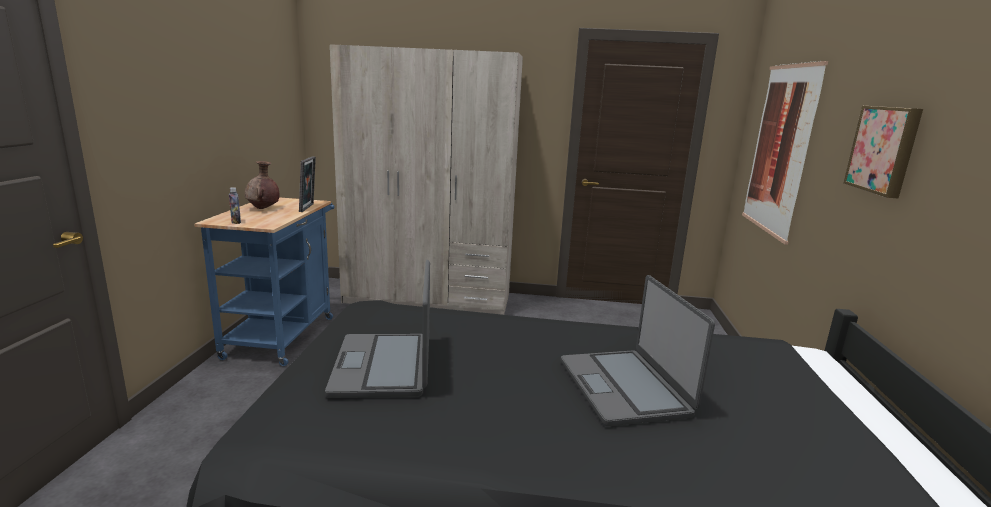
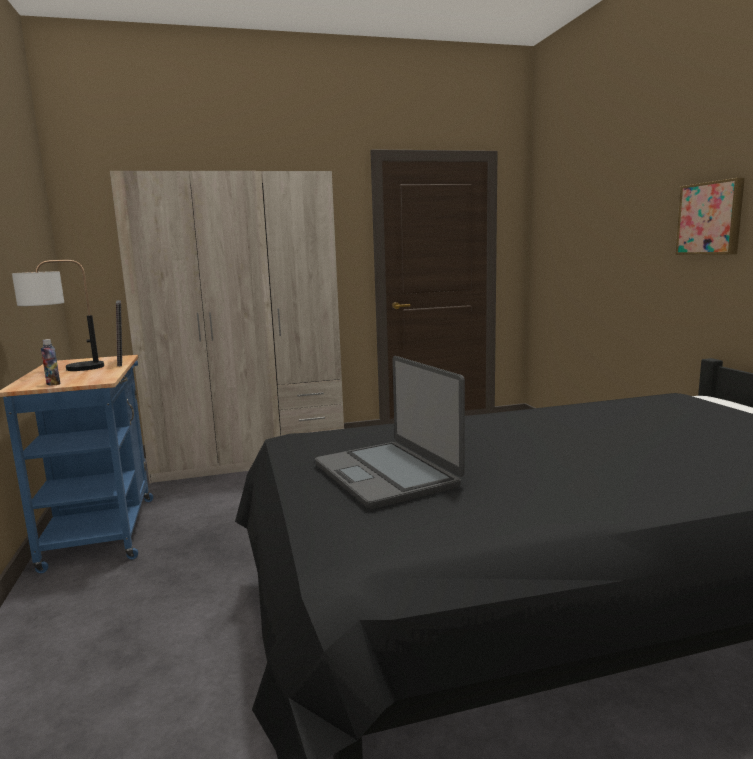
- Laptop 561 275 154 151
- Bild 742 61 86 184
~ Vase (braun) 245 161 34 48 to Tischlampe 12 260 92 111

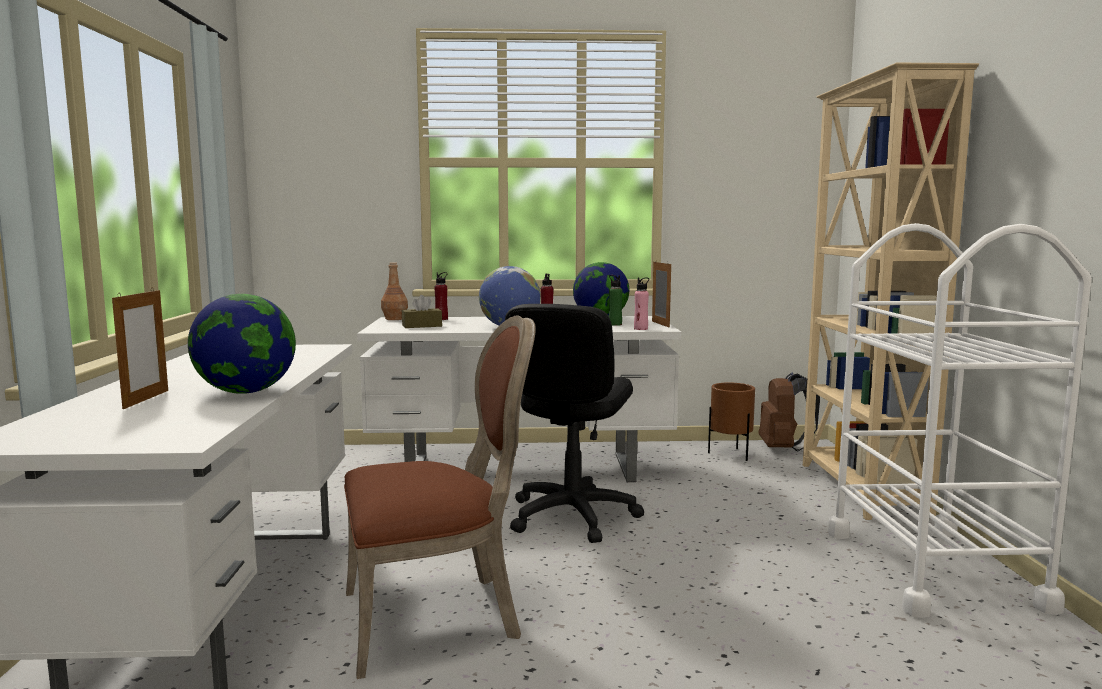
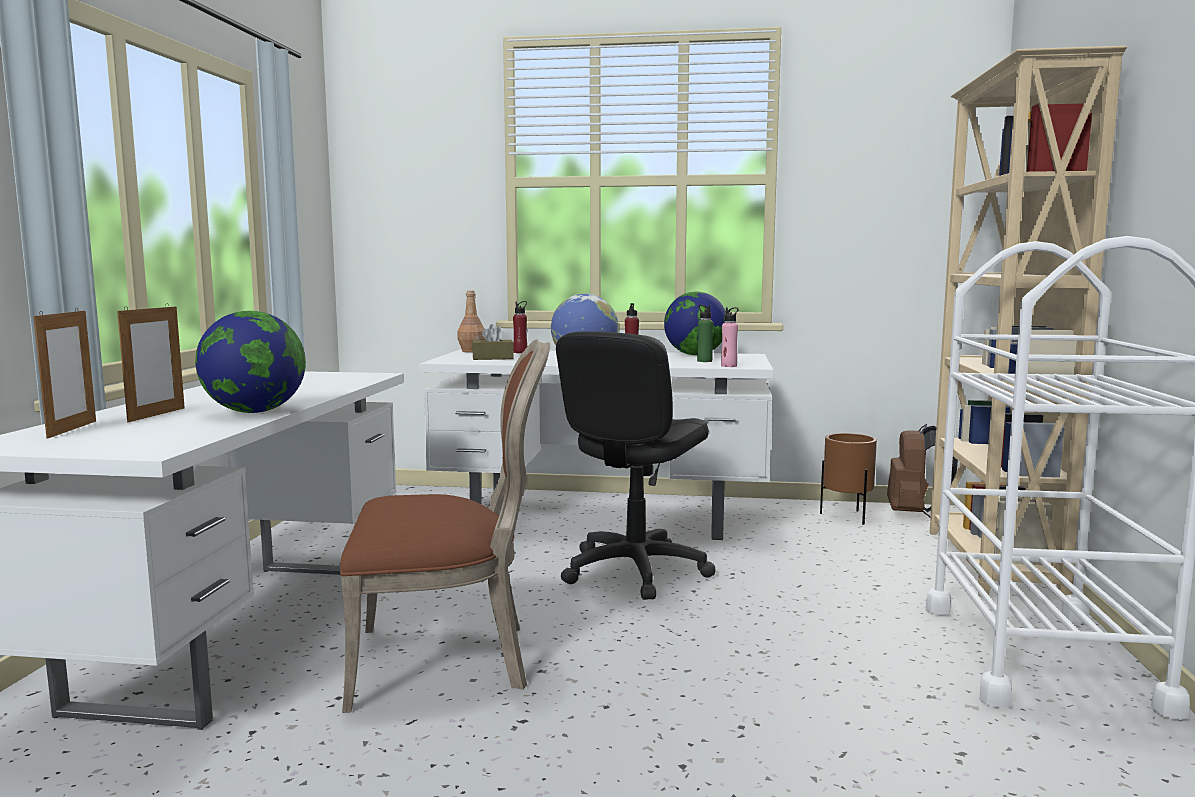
~ Bilderrahmen 652 260 19 68 to 33 307 63 132

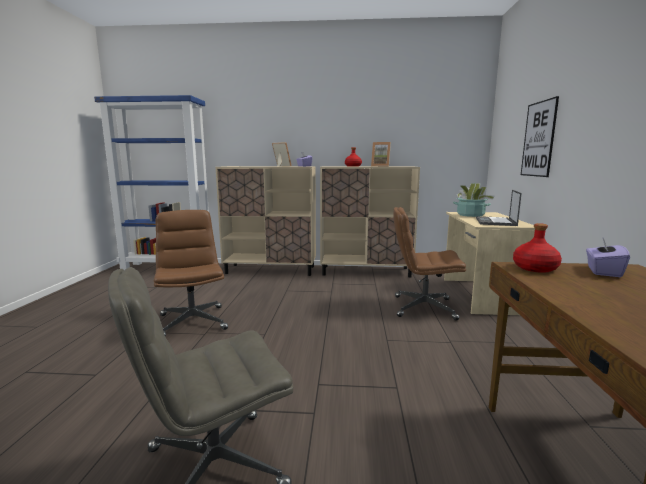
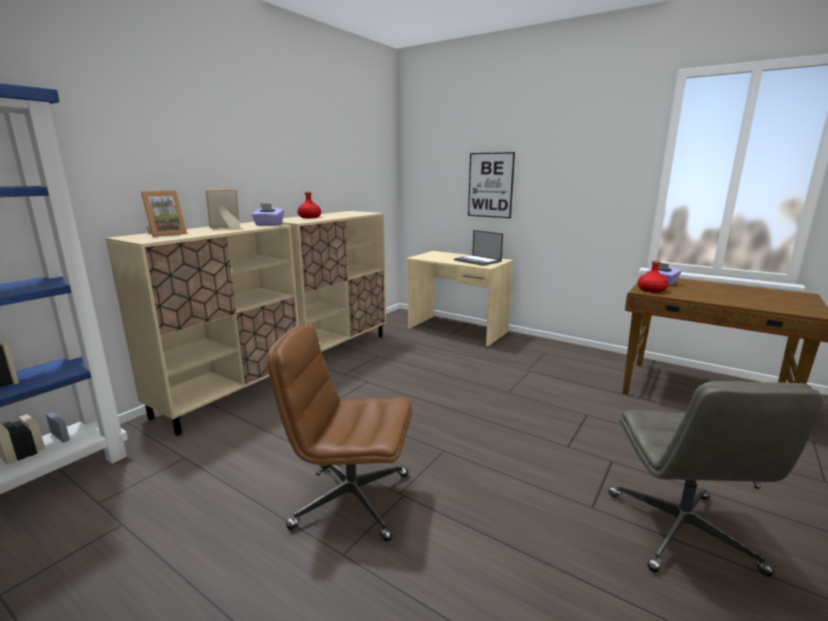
- Bürostuhl (braun) 393 207 73 114
- Topfpflanze 453 183 42 34
~ Bilderrahmen 371 142 20 25 to 141 191 46 46

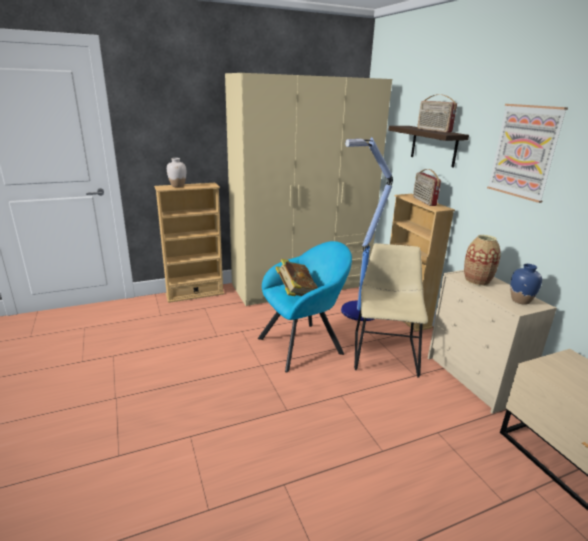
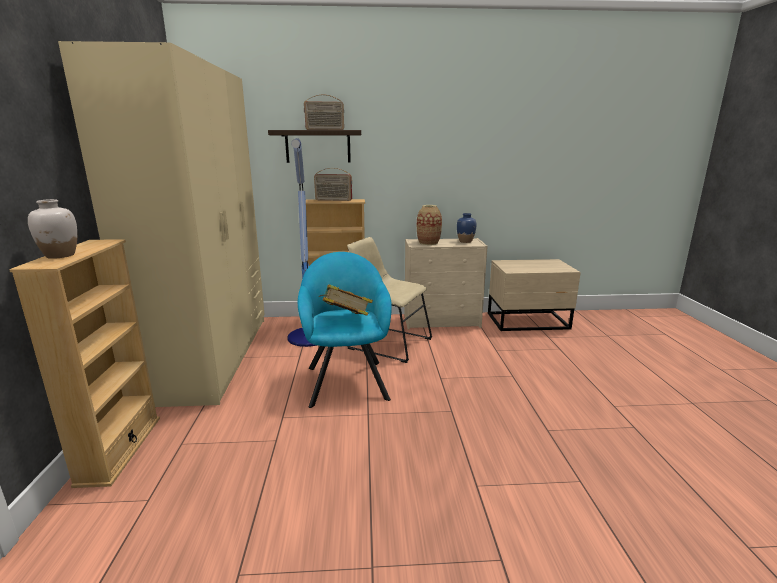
- Bild 487 104 81 99

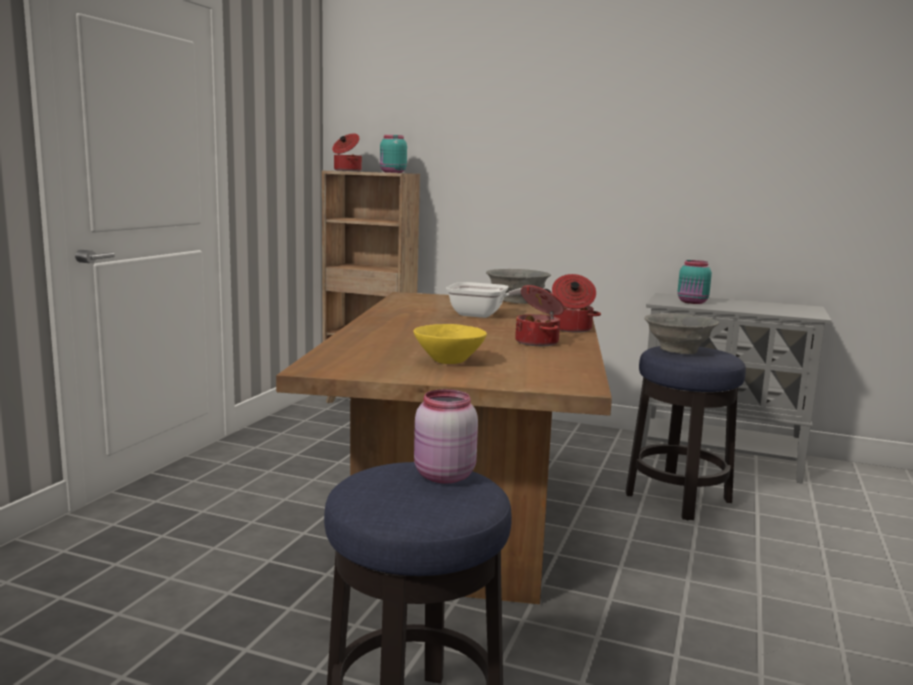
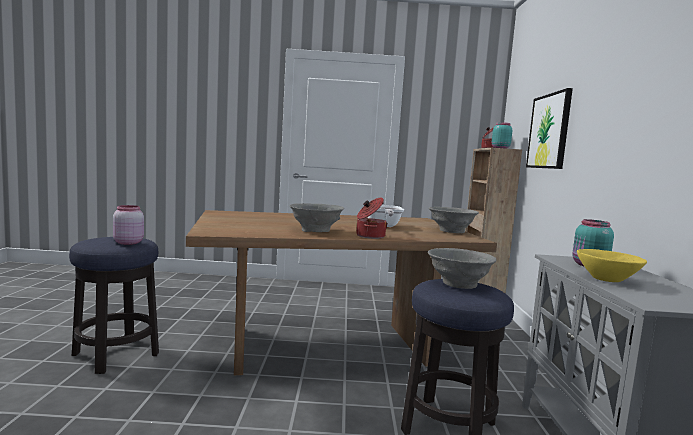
+ Bild 526 88 47 81
~ Schüssel (gelb) 414 324 73 40 to 577 249 70 33
~ Kochtopf 515 285 49 61 to Schüssel (grau) 289 203 55 29

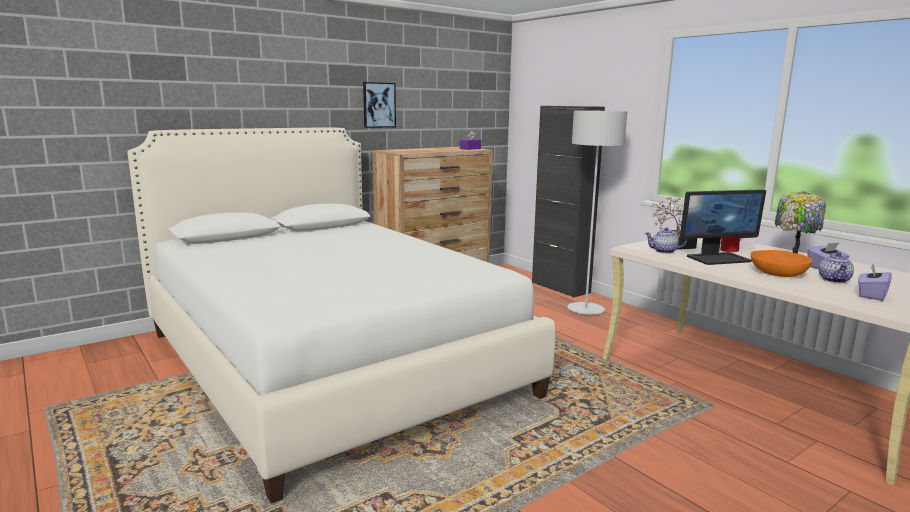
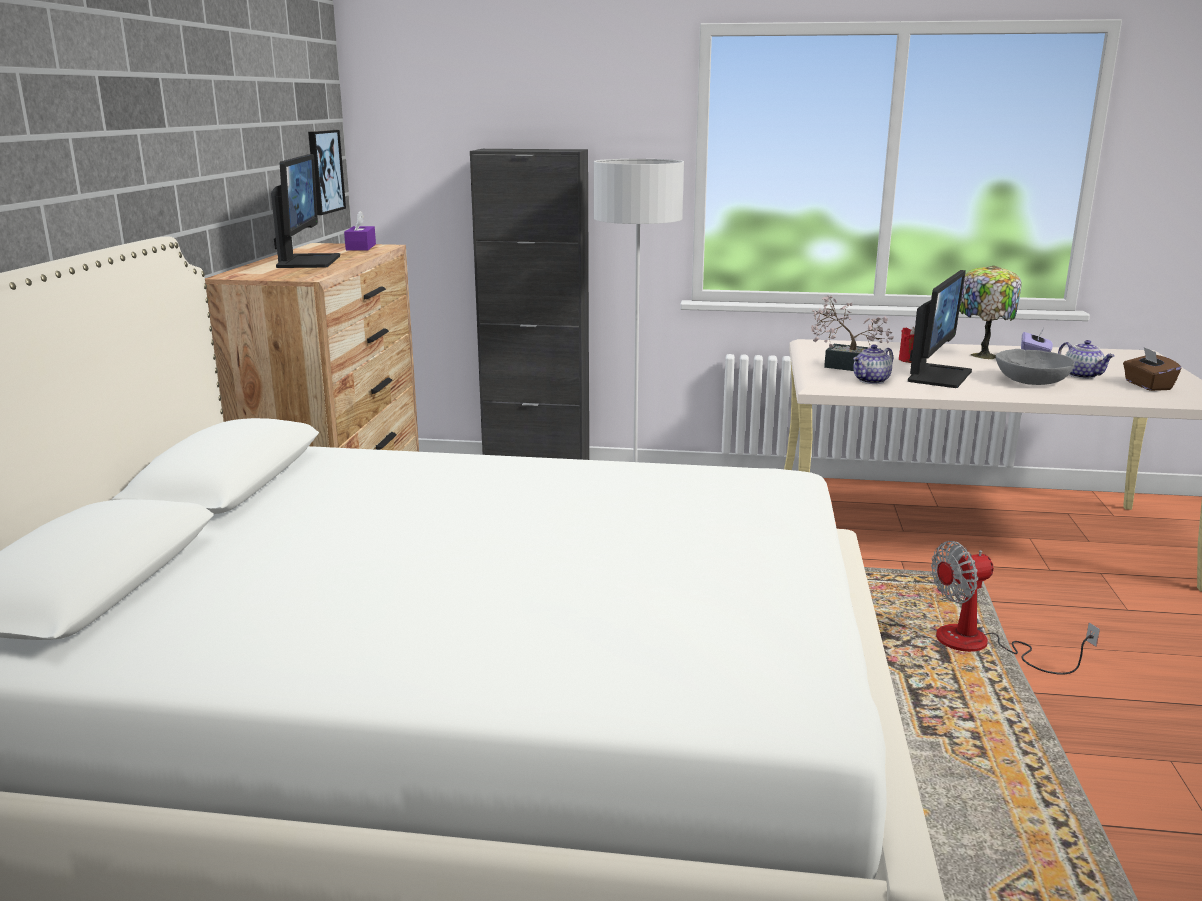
+ Monitor 271 154 69 114
+ Ventilator 931 541 169 134
~ Bild 363 82 33 46 to 308 130 38 85
~ Schüssel (orange) 750 250 62 27 to Schüssel (grau) 996 349 79 36
~ Taschentuchbox (lila) 858 263 34 38 to Taschentuchbox (braun) 1123 347 58 44

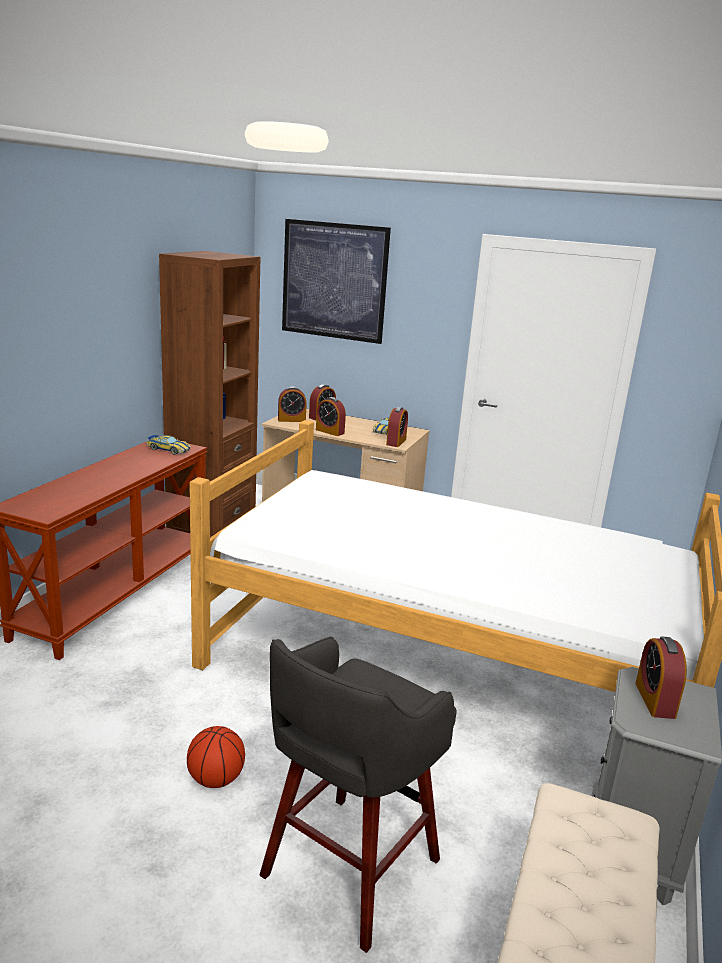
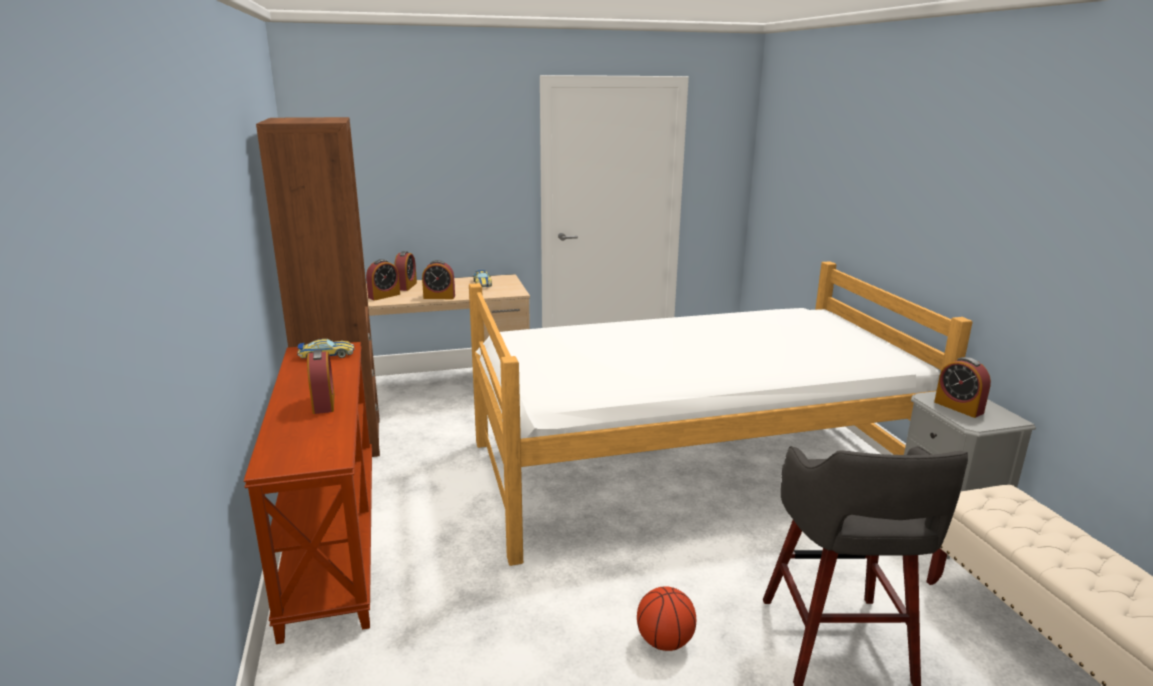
- Bild 282 219 109 125
~ Wecker 386 407 22 40 to 307 349 28 65

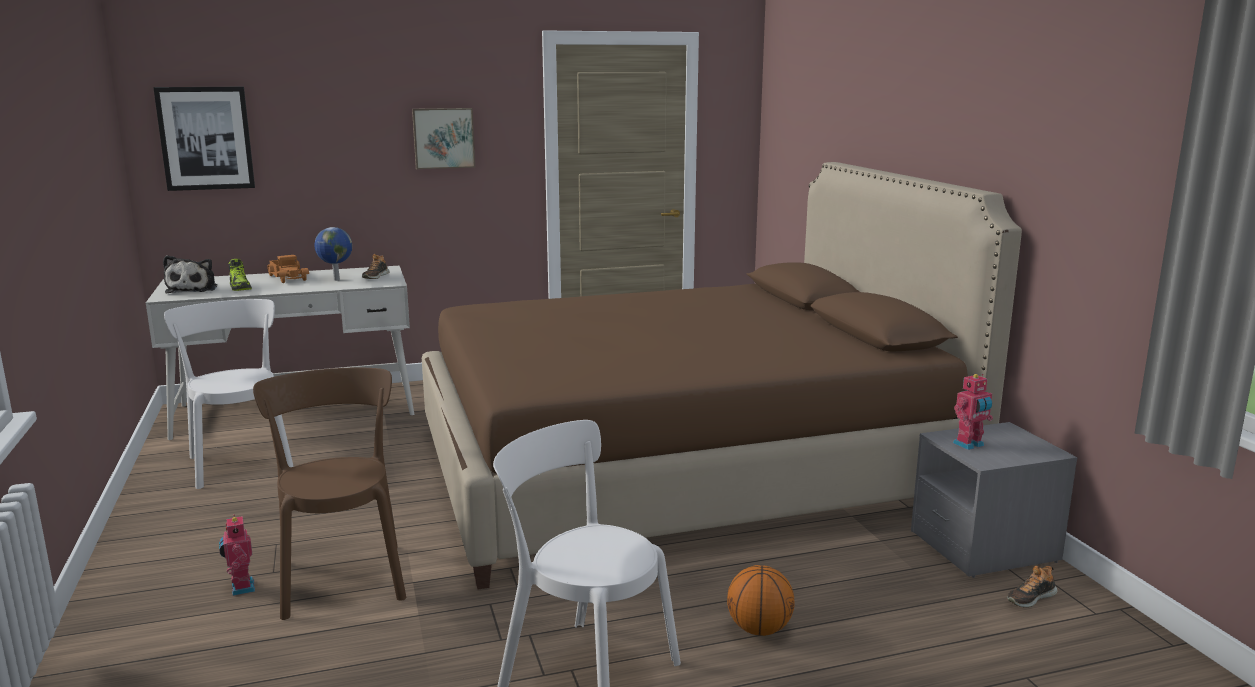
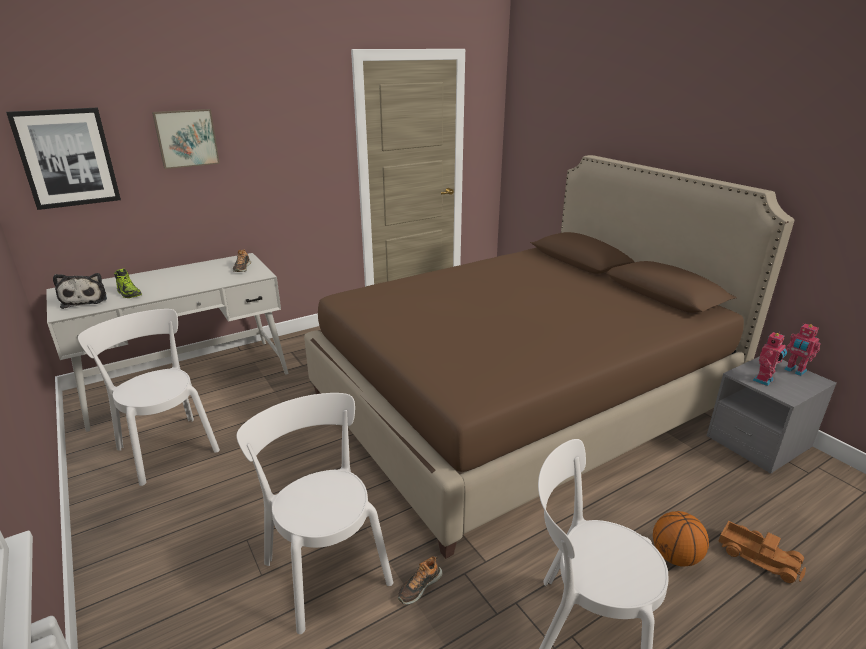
- Globus 315 227 37 54
~ Spielzeugroboter 219 514 36 82 to 784 323 37 53
~ Spielzeuglaster 267 255 42 28 to 718 521 88 62
~ Bild 412 108 63 61 to 152 109 68 60
~ Schuh 1007 566 51 41 to 398 556 45 48
~ Stuhl (braun) 253 368 153 252 to Stuhl (weiß) 236 393 157 241

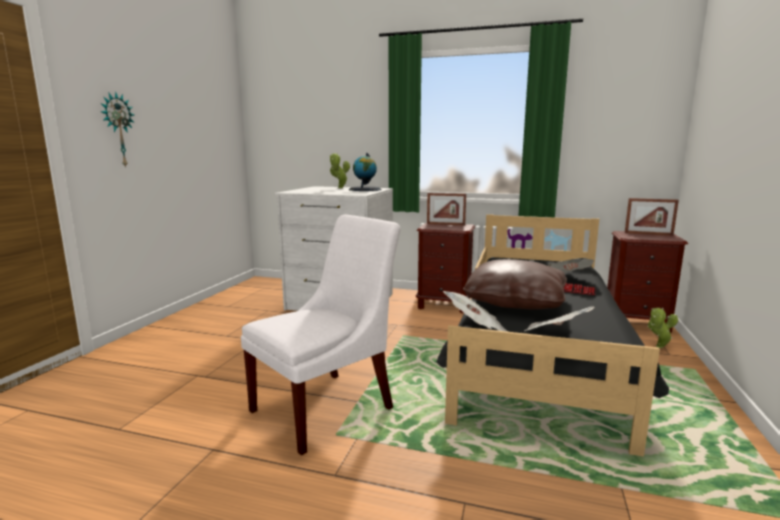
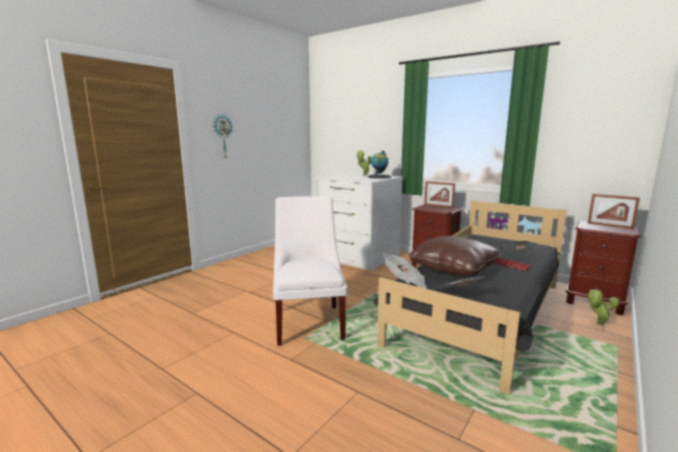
~ Stuhl (weiß) 241 214 160 241 = 273 196 74 150 75 degrees counterclockwise

